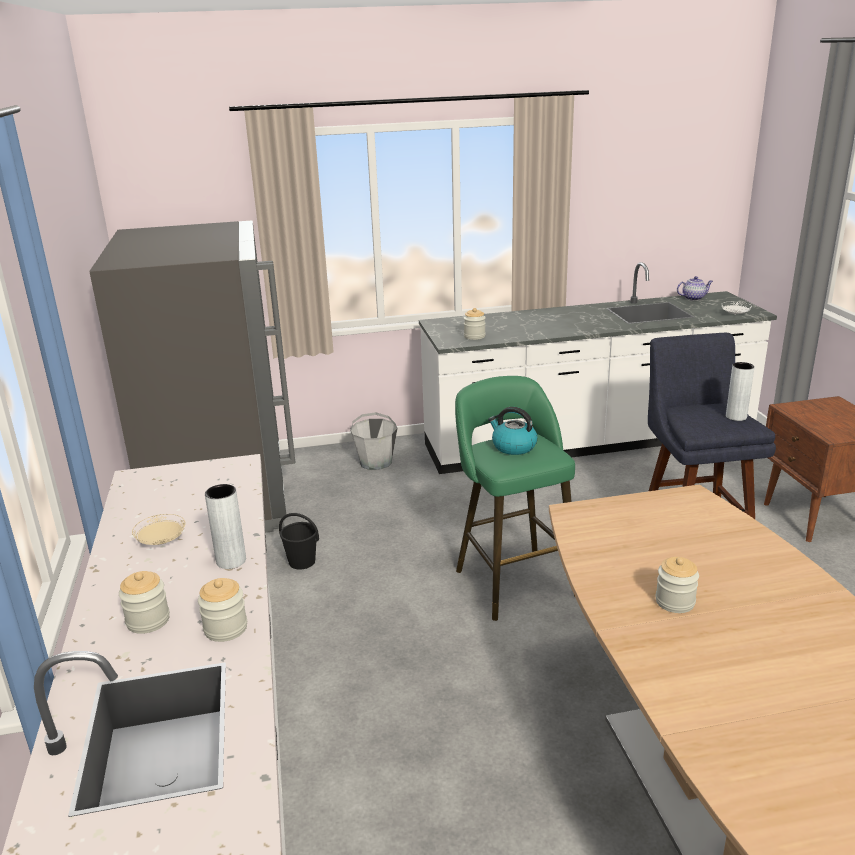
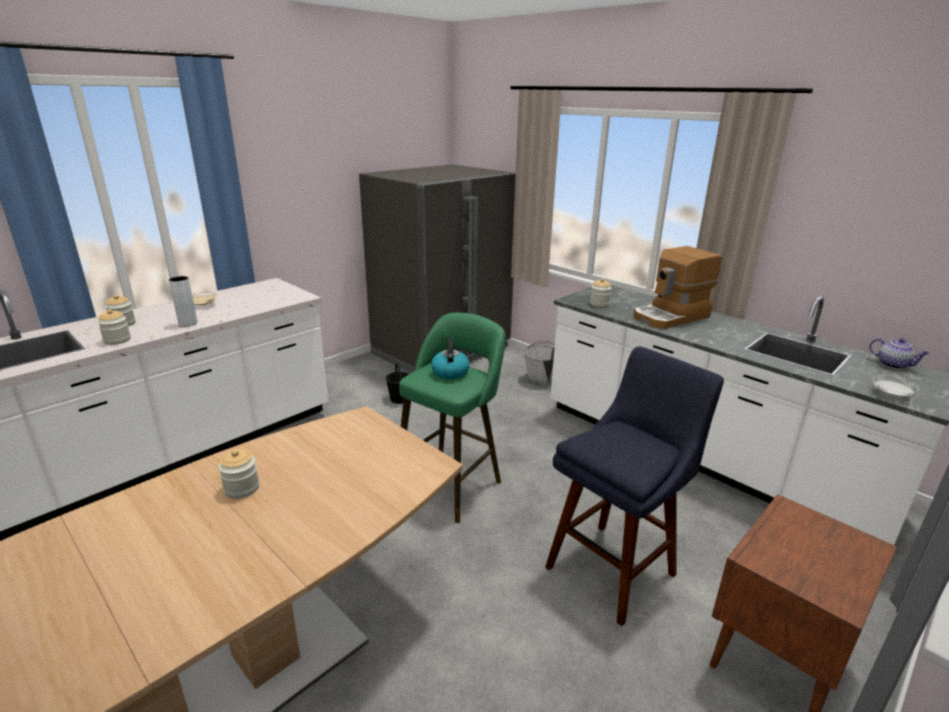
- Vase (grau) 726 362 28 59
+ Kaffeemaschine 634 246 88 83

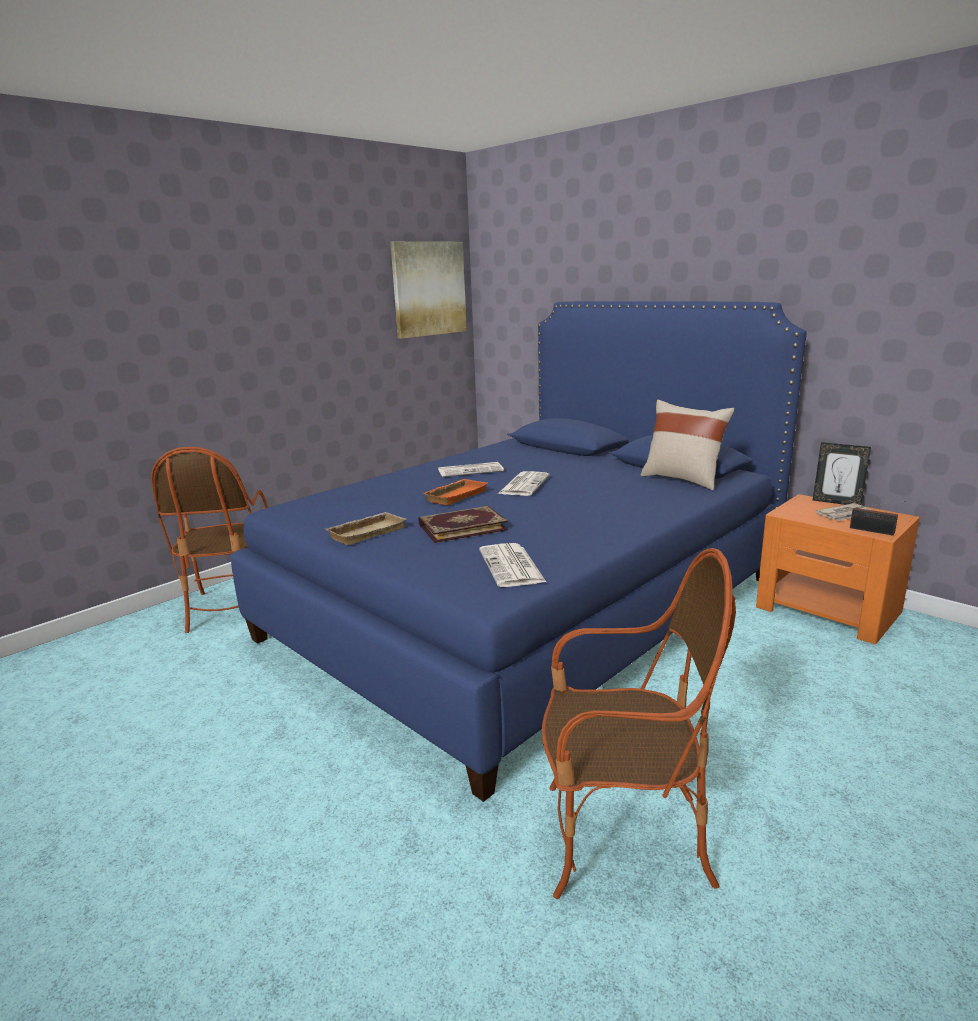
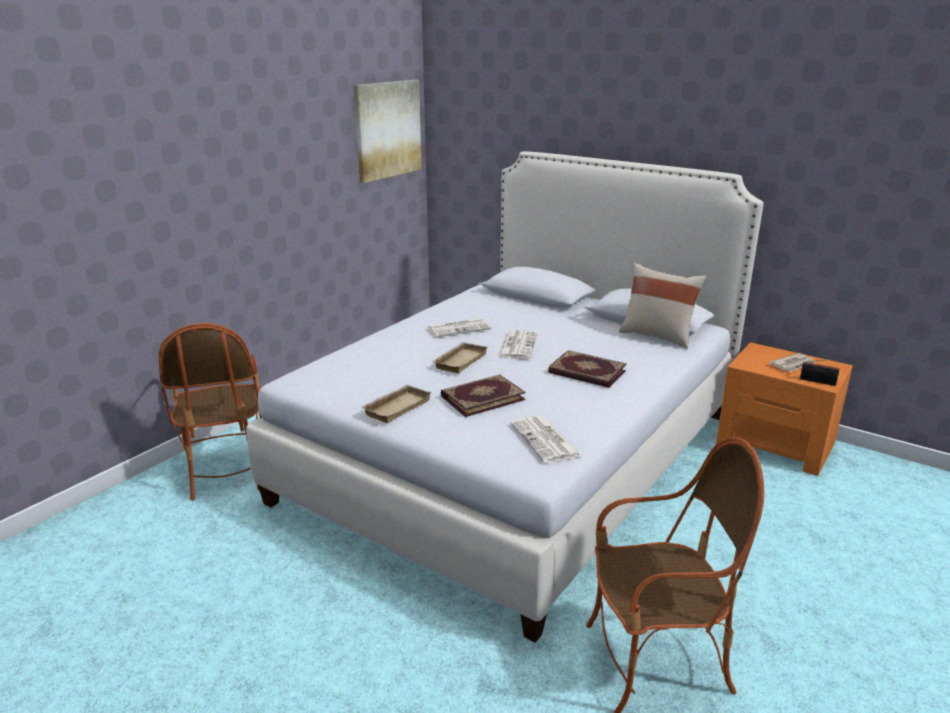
- Bilderrahmen 813 442 58 63
+ Buch 548 350 79 38
~ Bett (blau) 231 301 576 501 to Bett (weiß) 246 151 518 492
~ Tablett (orange) 423 479 64 26 to Tablett (beige) 432 342 56 31

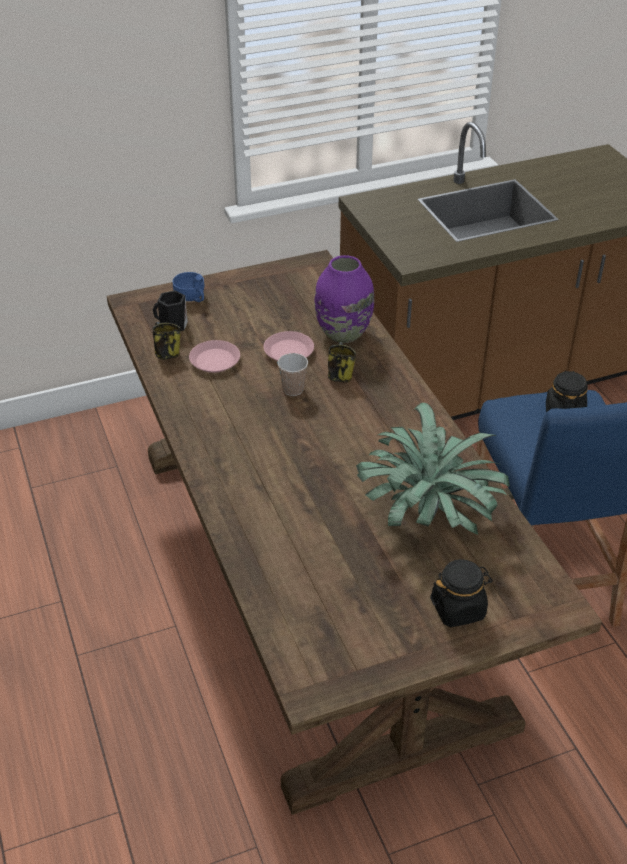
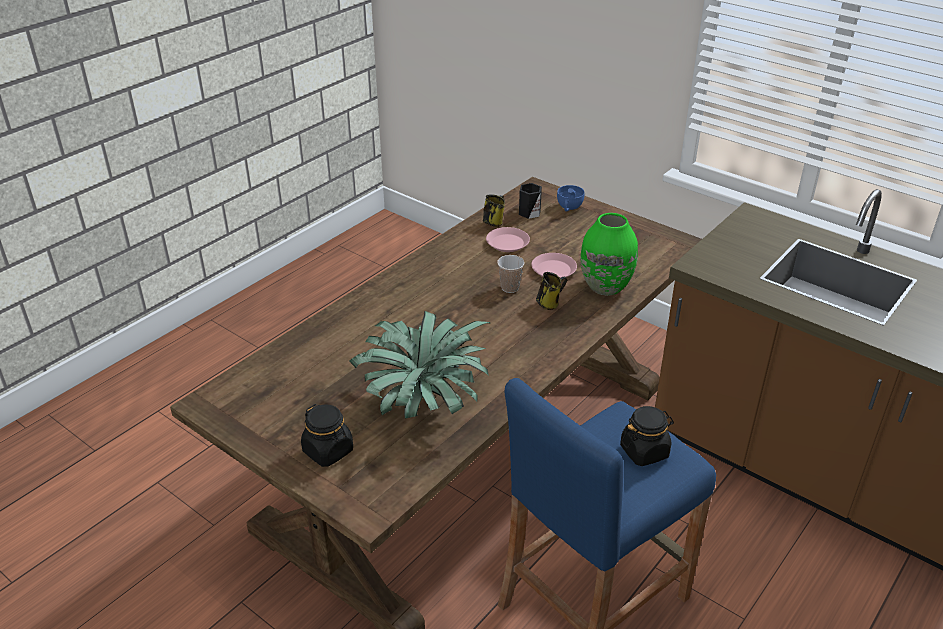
~ Vase (lila) 314 255 60 88 to Vase (grün) 581 213 57 83

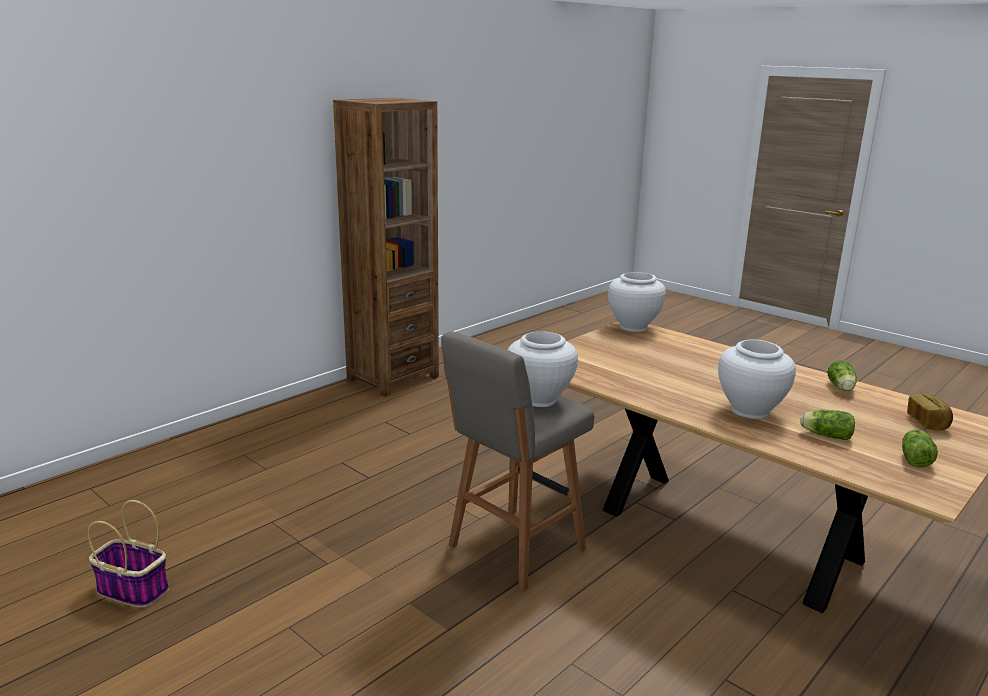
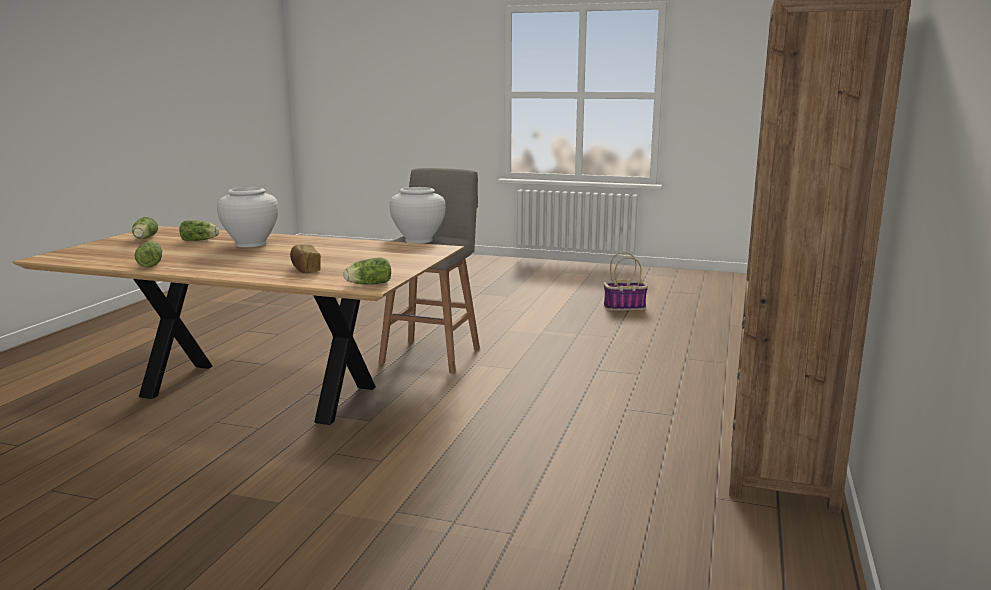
~ Brot 907 394 46 37 to 290 244 31 29
~ Vase (weiß) 608 272 58 60 to Salatkopf 344 257 47 27

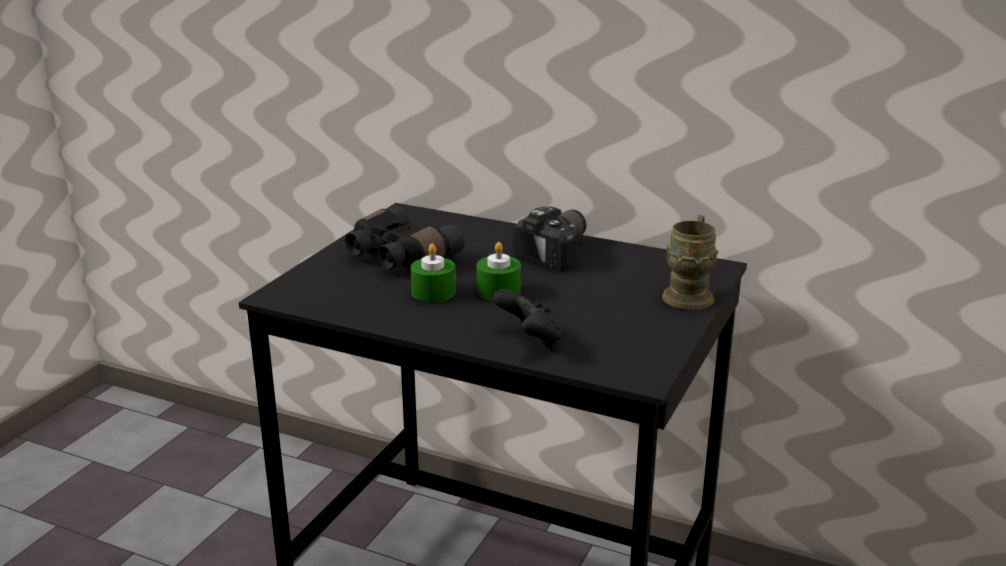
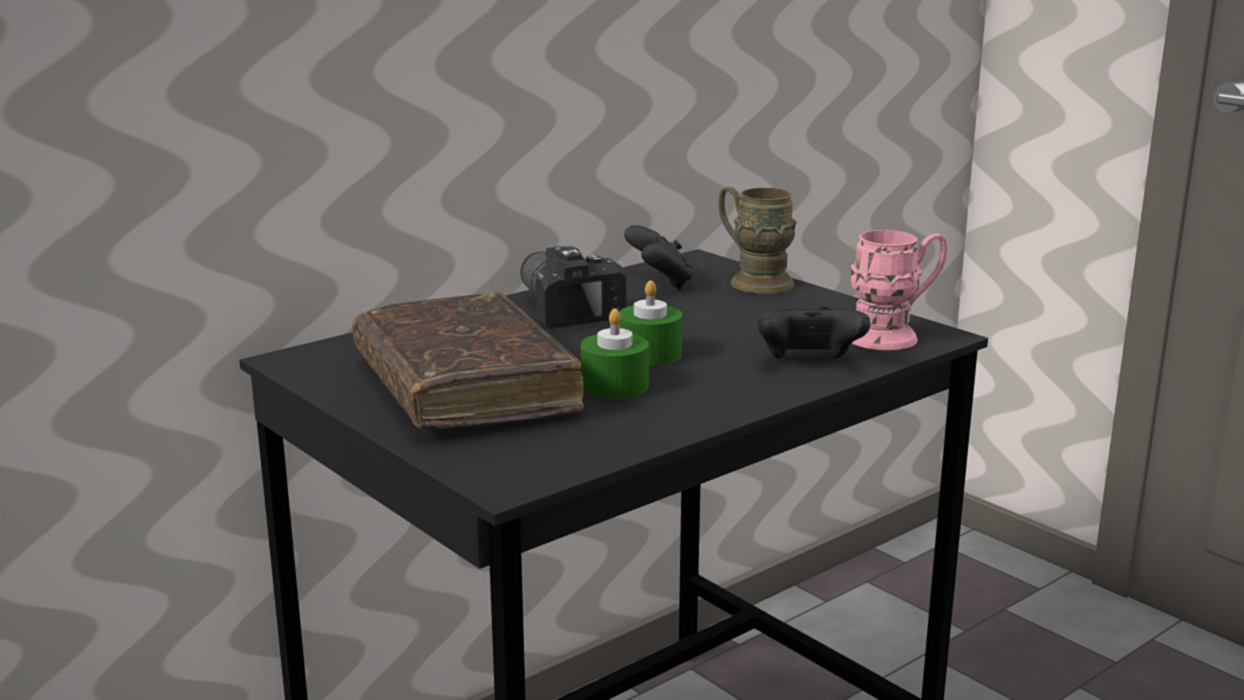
+ Gamepad (schwarz) 624 225 70 65
+ Henkelbecher (rosa) 850 230 97 120
~ Fernglas (schwarz) 345 206 119 63 to Buch (braun) 352 292 232 137

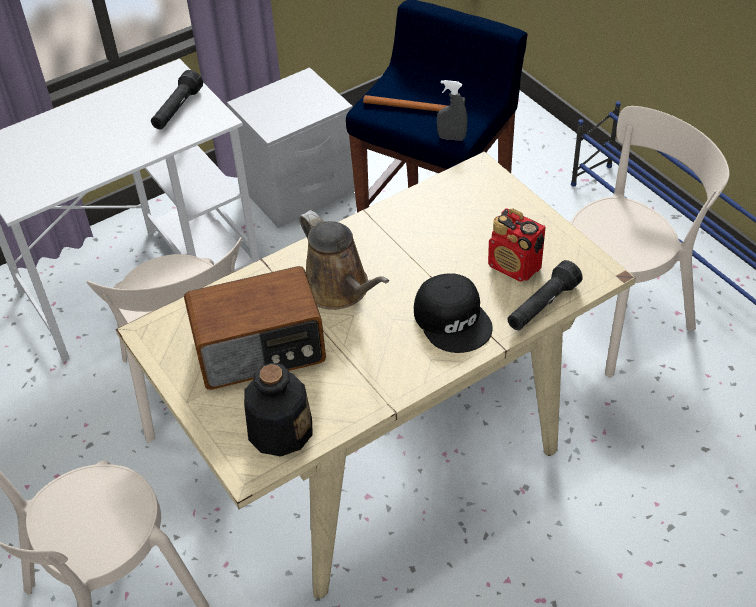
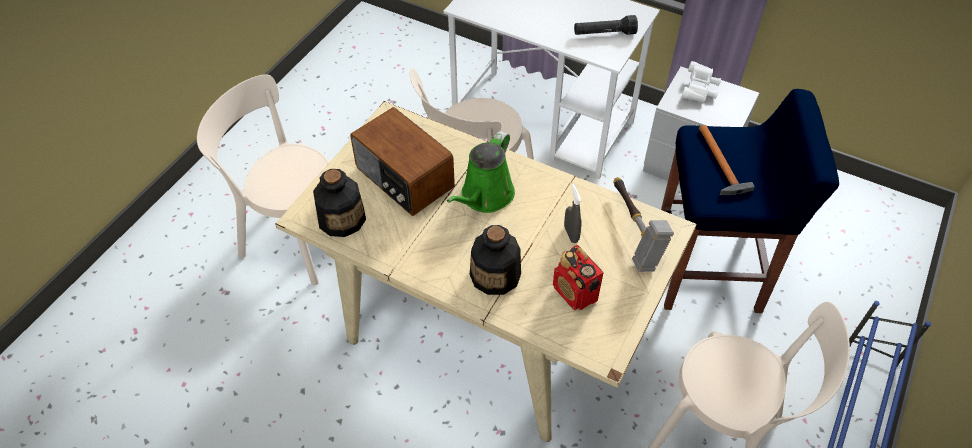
- Taschenlampe (schwarz) 508 260 75 70
+ Hammer 613 177 61 95
+ Fernglas (weiß) 682 61 39 42
~ Sprühflasche (grau) 437 80 31 61 to 564 184 18 59
~ Kappe (schwarz) 414 273 79 80 to Flasche 470 225 51 70
~ Gießkanne (braun) 299 210 90 100 to Gießkanne (grün) 447 131 68 82
~ Radio 488 208 57 74 = 553 245 51 65 45 degrees counterclockwise

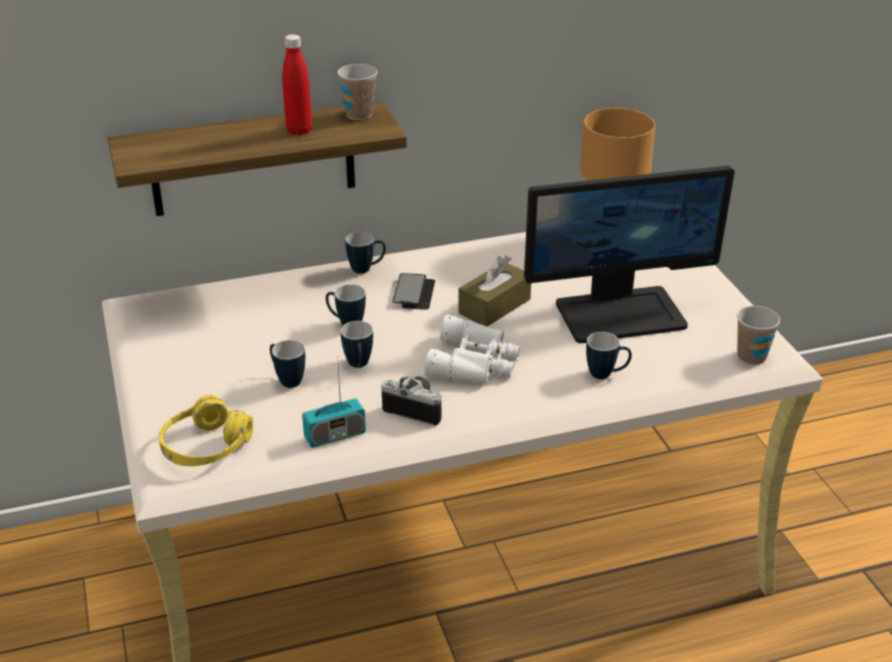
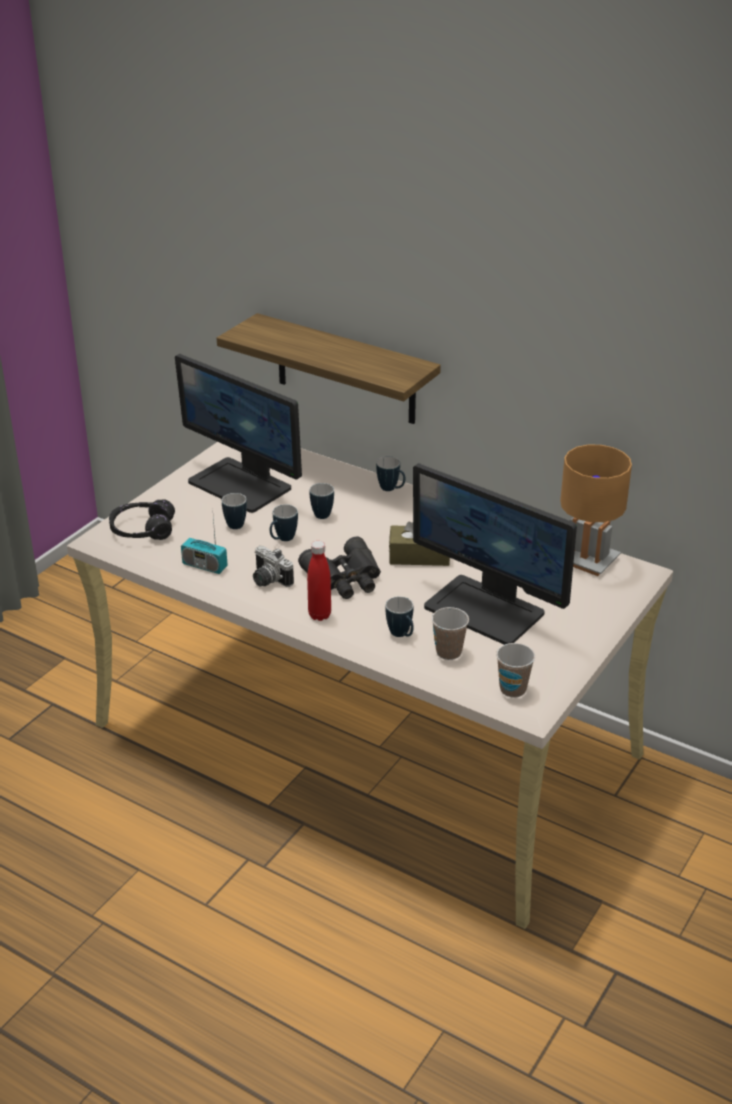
- Handy 392 273 43 37
+ Monitor 175 354 127 159
~ Flasche (rot) 282 34 30 101 to 307 541 24 80
~ Tasse 337 64 41 56 to 432 607 37 53
~ Kopfhörer (gelb) 159 395 94 71 to Kopfhörer (schwarz) 109 499 66 41
~ Fernglas (weiß) 424 315 96 67 to Fernglas (schwarz) 298 537 83 62
~ Kamera 381 376 61 50 = 253 546 41 41 150 degrees clockwise

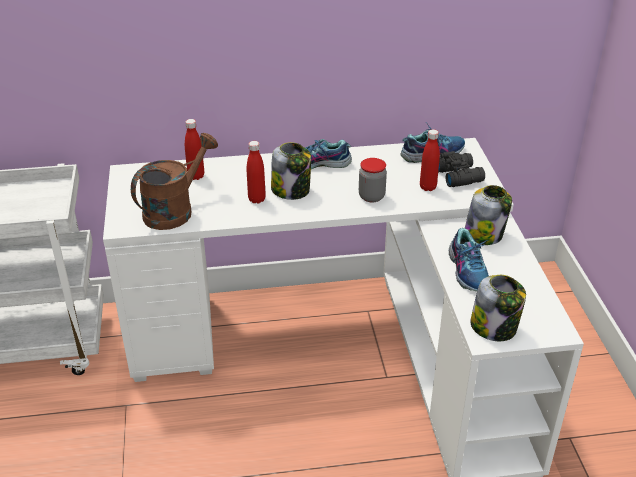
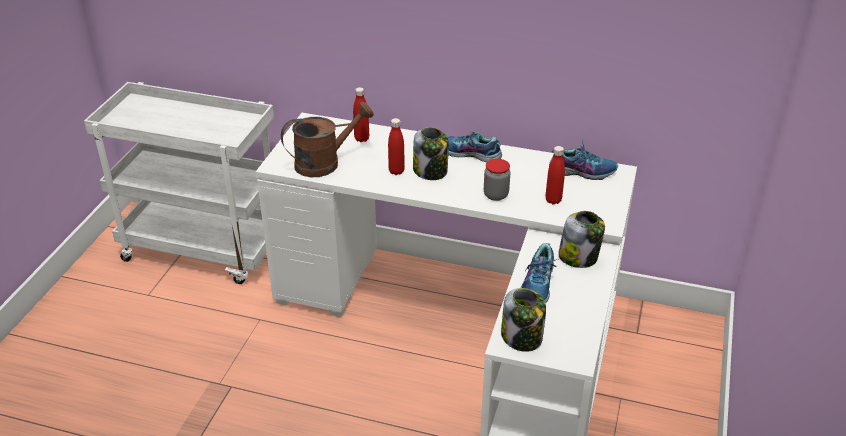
- Fernglas (schwarz) 438 151 47 36

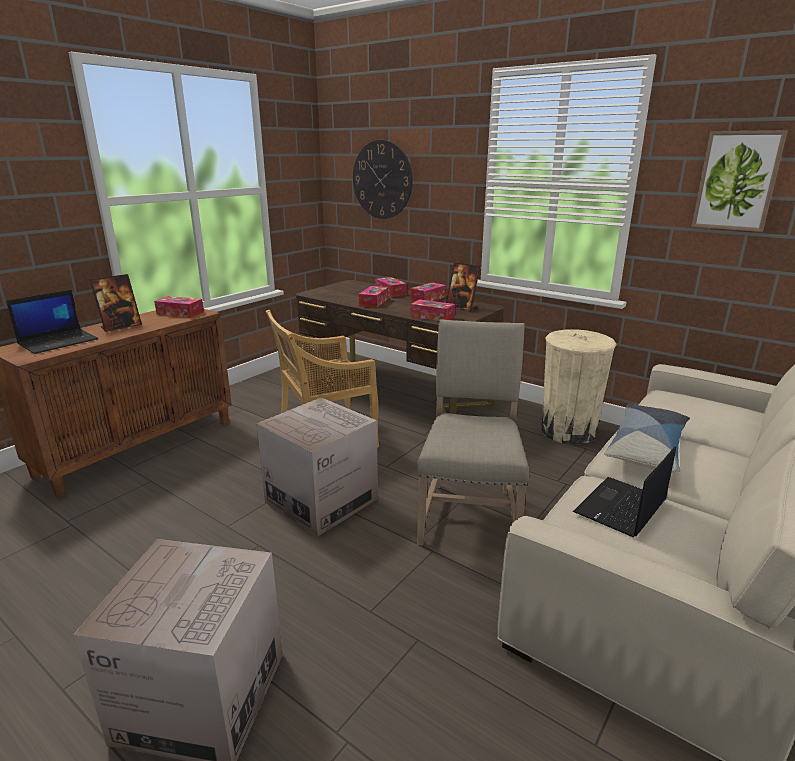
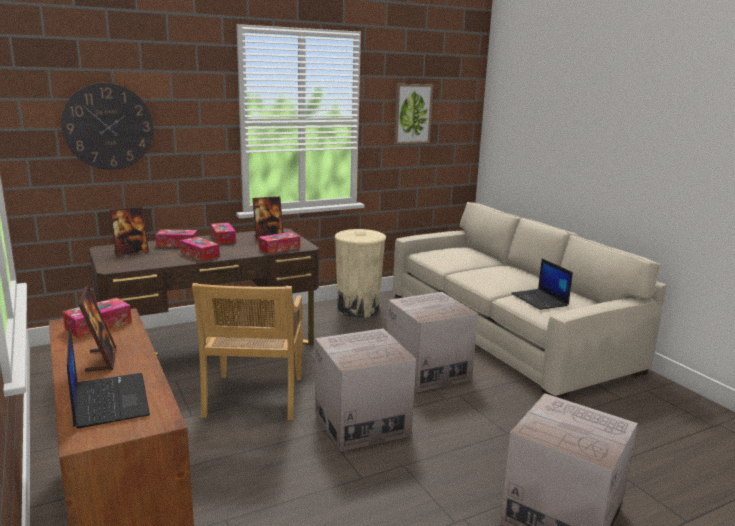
- Kissen 604 404 86 69
+ Bilderrahmen 110 207 39 49
~ Stuhl (beige) 417 319 112 226 to Karton 387 292 91 100

